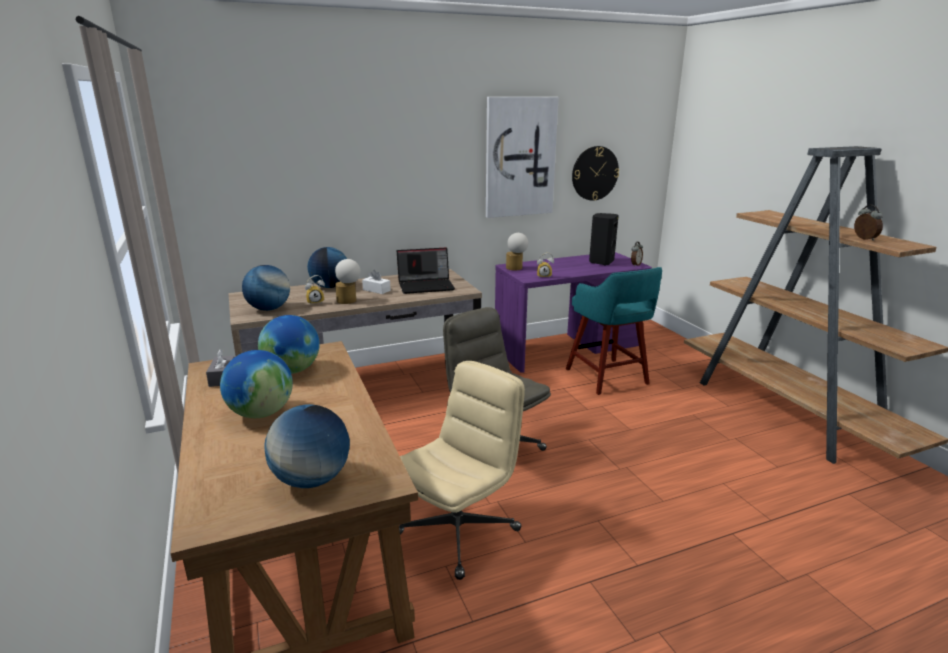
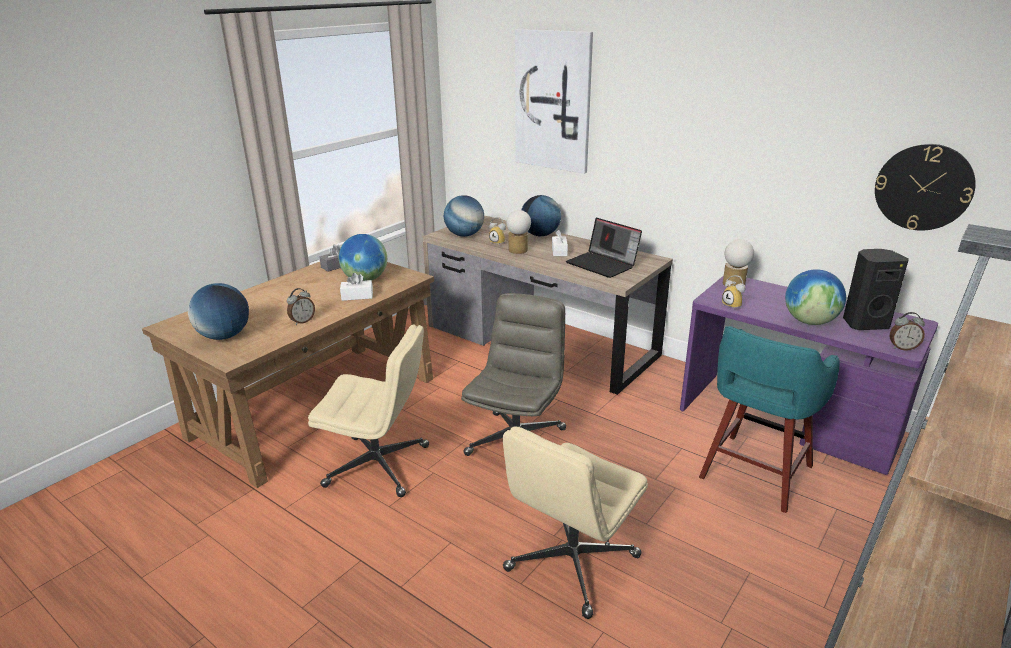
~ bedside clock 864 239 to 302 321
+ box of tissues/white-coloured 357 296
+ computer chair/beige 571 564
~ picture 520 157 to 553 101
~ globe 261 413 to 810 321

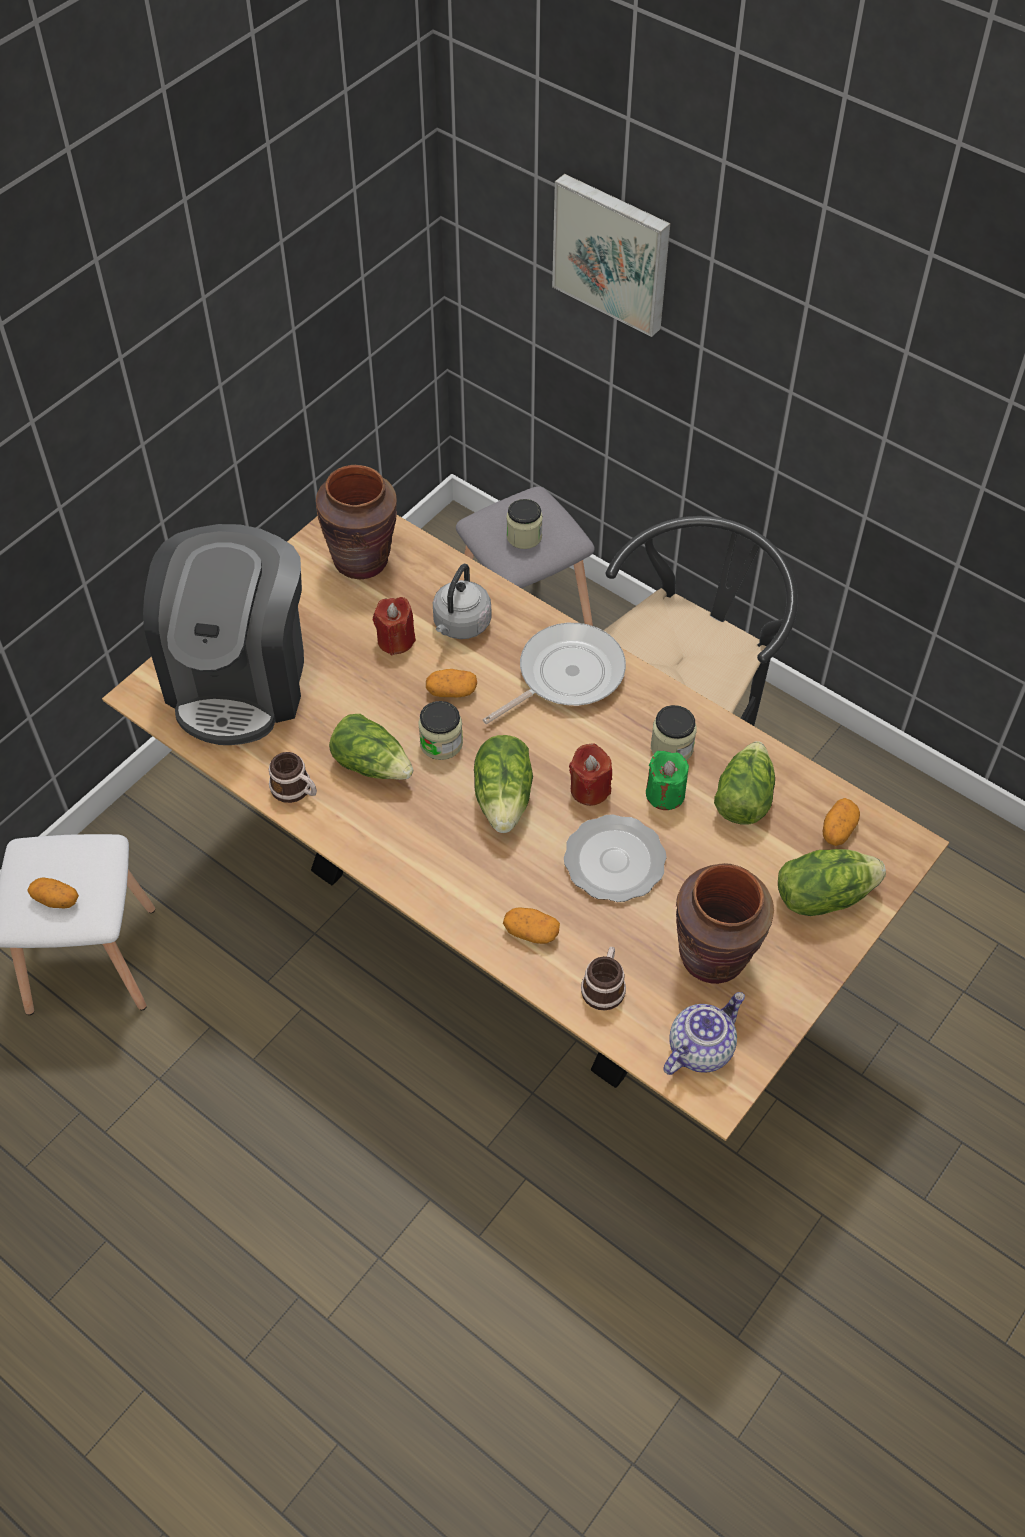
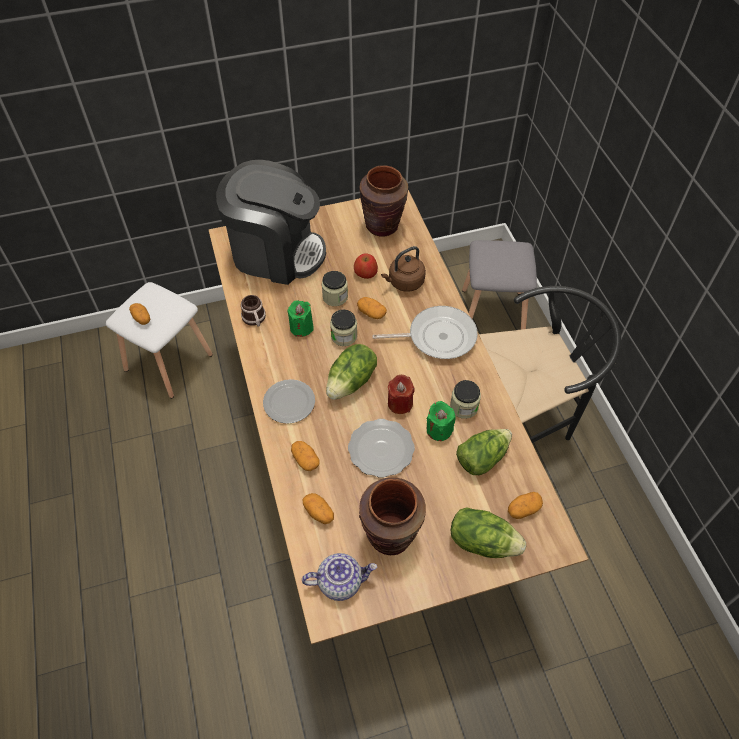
~ coffee brewer 240 678 = 276 252 120 degrees counterclockwise
+ flat dish 289 402
~ lettuce 372 764 to wax candle/green 301 327
~ tea mug 604 985 to potato 319 513
~ storage jar 524 536 to 335 297
~ wax candle/reddish 396 640 to apple fruit 365 273
~ kettle/greyish 460 625 to kettle/brownish 404 282
- picture 613 252

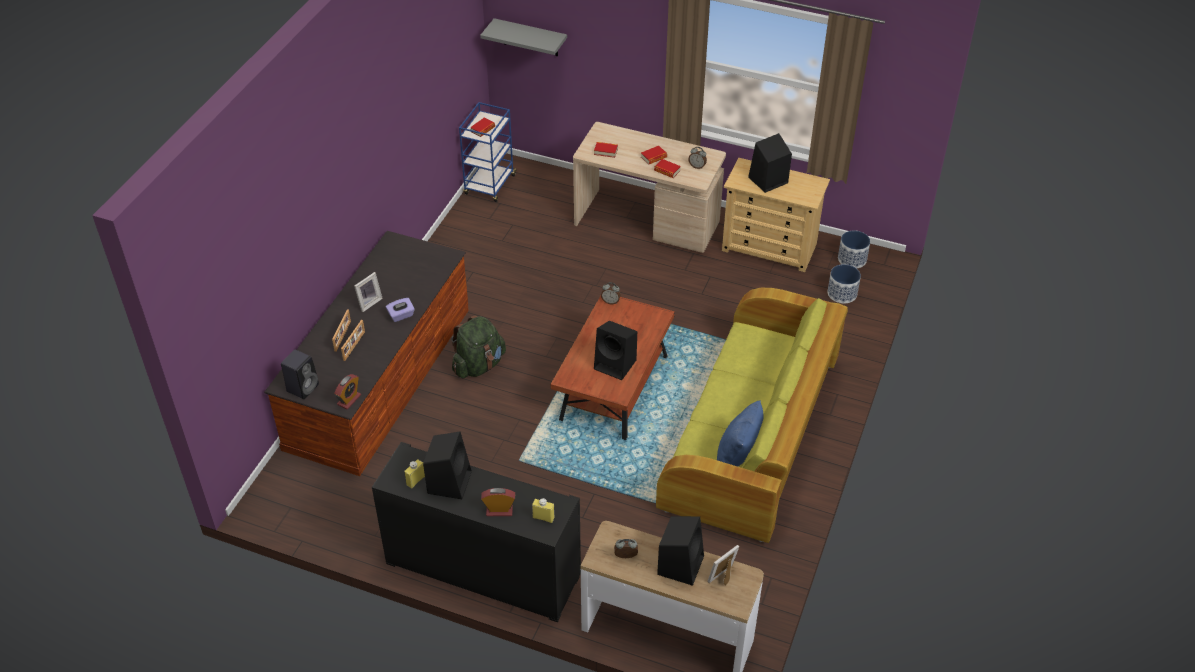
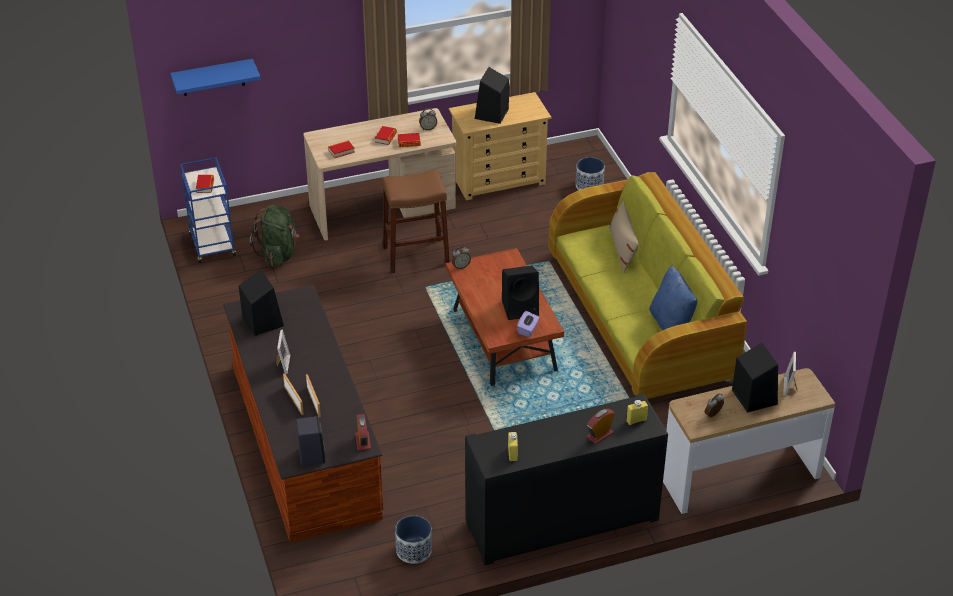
~ bracket shelf/greyish 530 38 to bracket shelf/blue 213 78
~ speaker/black-coloured 449 481 to 262 321
~ backpack/green 479 365 to 278 254
+ stool/brownish 415 255
~ planter 851 259 to 413 550
~ box of tissues/purple-coloured 401 315 to 528 330
+ throw pillow/beige 622 249

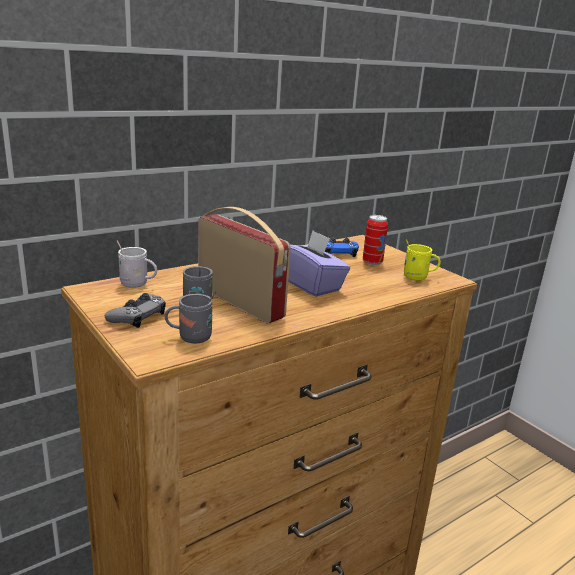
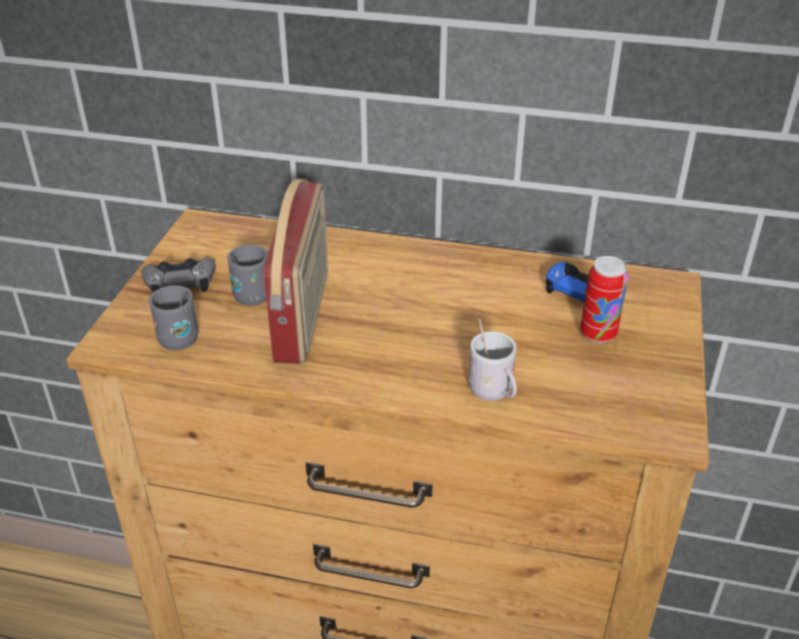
~ tea mug/white-coloured 138 285 to 493 394
- box of tissues/purple-coloured 311 285
- tea mug/yellow 418 278

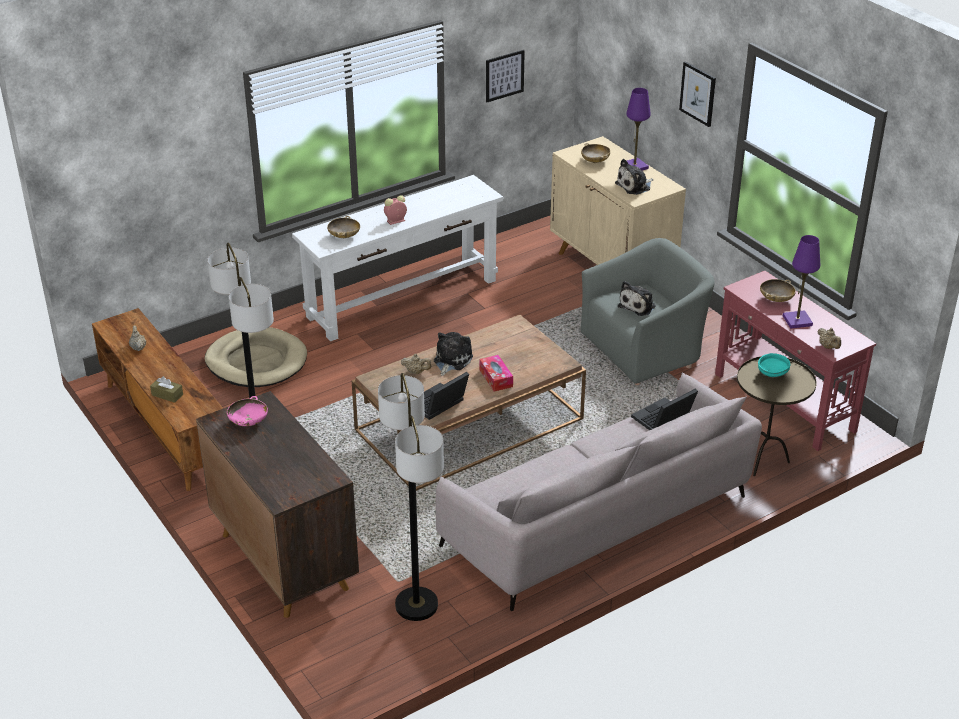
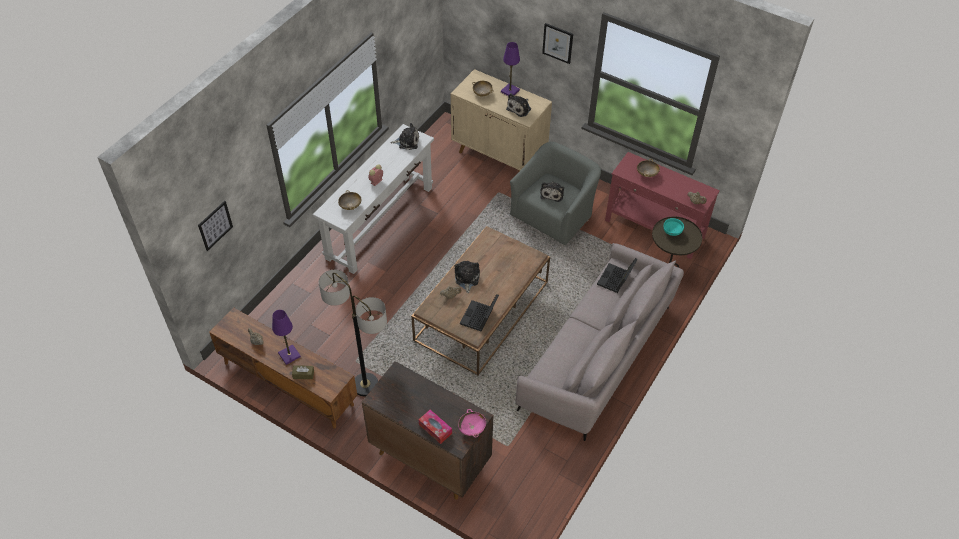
~ picture 504 75 to 215 225
~ lamp for a table/purple-coloured 797 321 to 289 355
+ soft toy 407 141
~ box of tissues 496 378 to 435 429
~ serving bowl/pinkish 248 422 to 472 428
- dog cushion/beige 256 362
- floor lamp 416 605

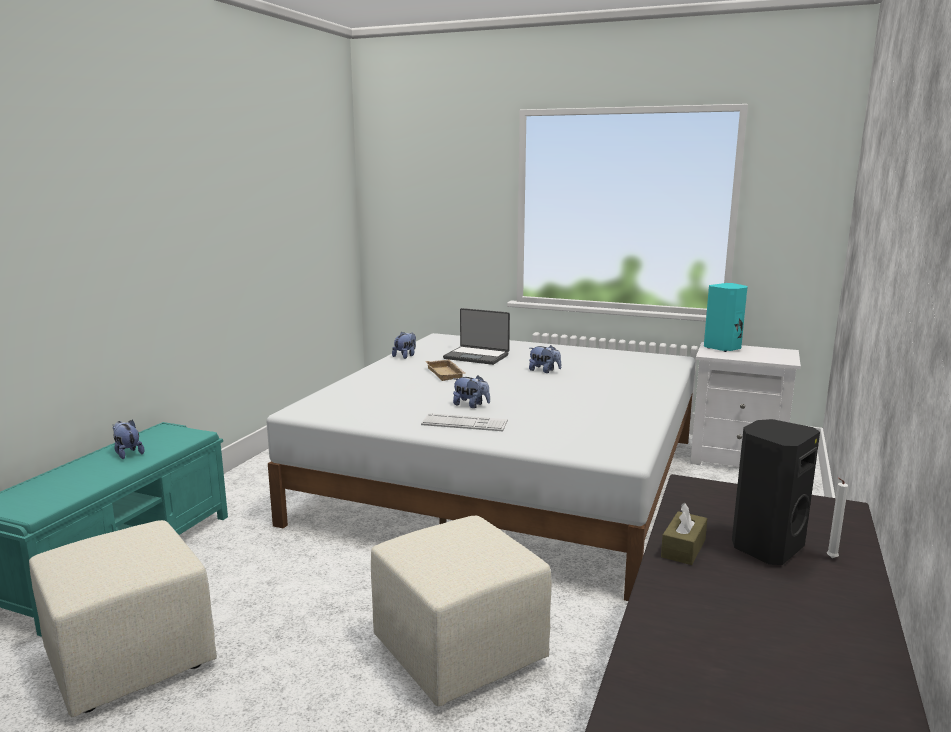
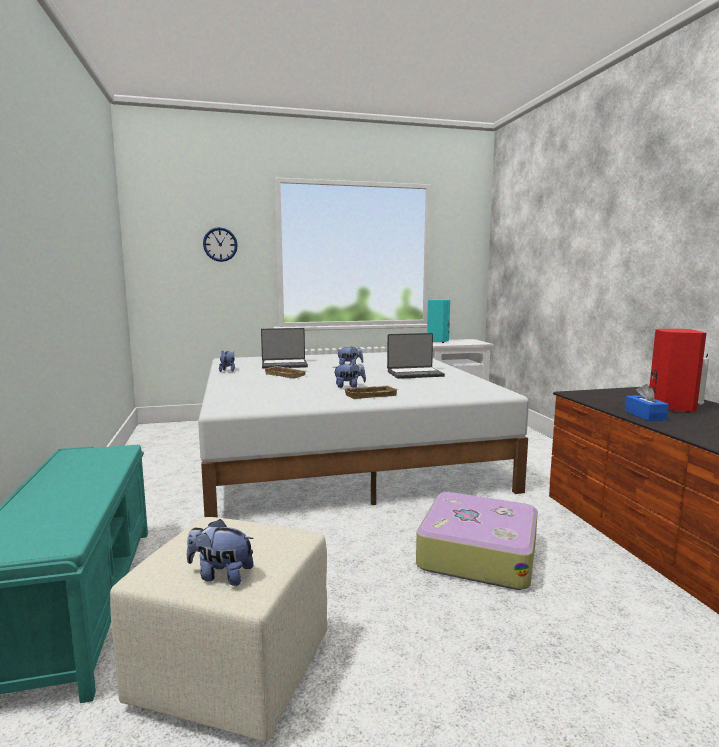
~ soft toy 127 453 to 221 575
+ clock on the wall 220 244
~ computer keyboard 464 423 to serving tray/beige 370 395
+ portable computer 415 374
~ pouffe/beige 457 651 to suitcase 477 553
~ box of tissues/brownish 683 548 to box of tissues/blue 645 415
~ speaker/black-coloured 765 547 to speaker/reddish 669 407

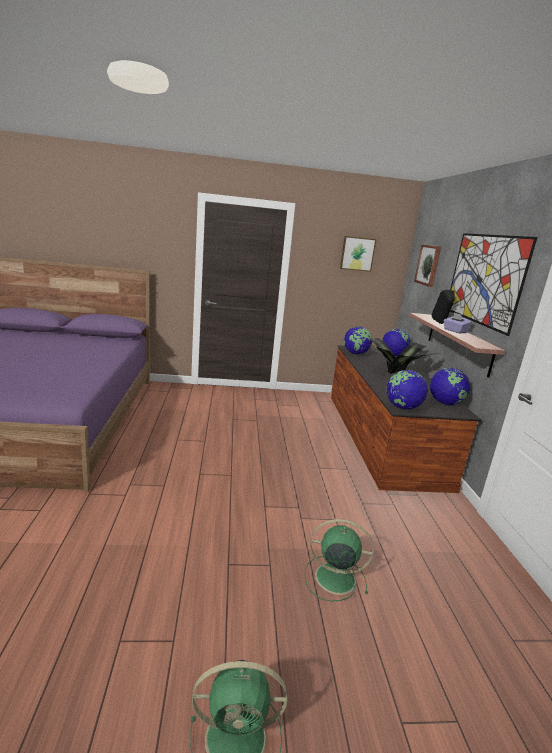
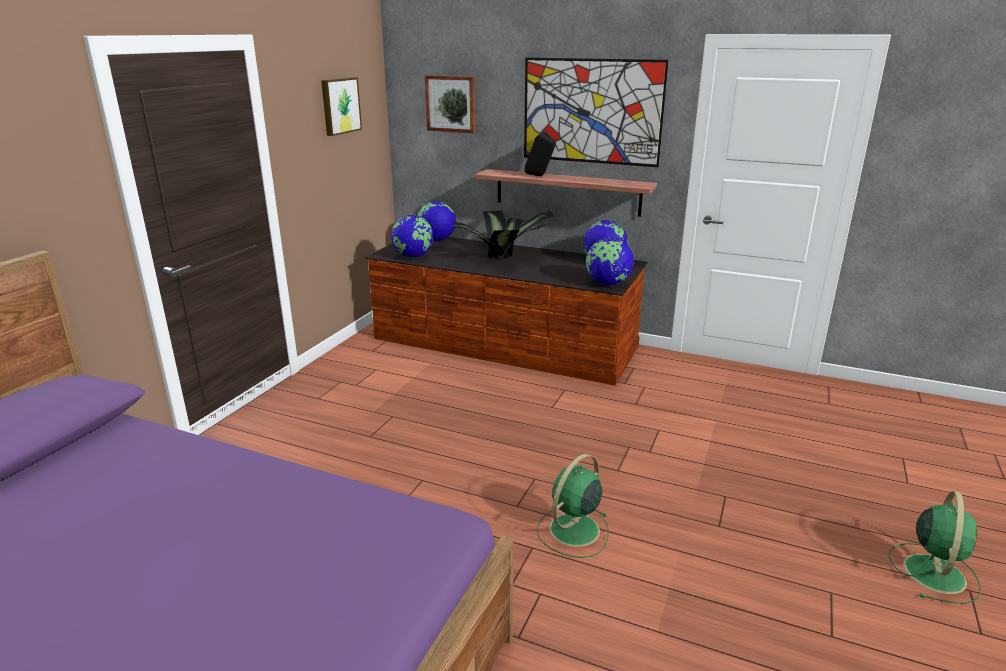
~ electric fan/green 333 578 to 573 531
- box of tissues/purple-coloured 455 331

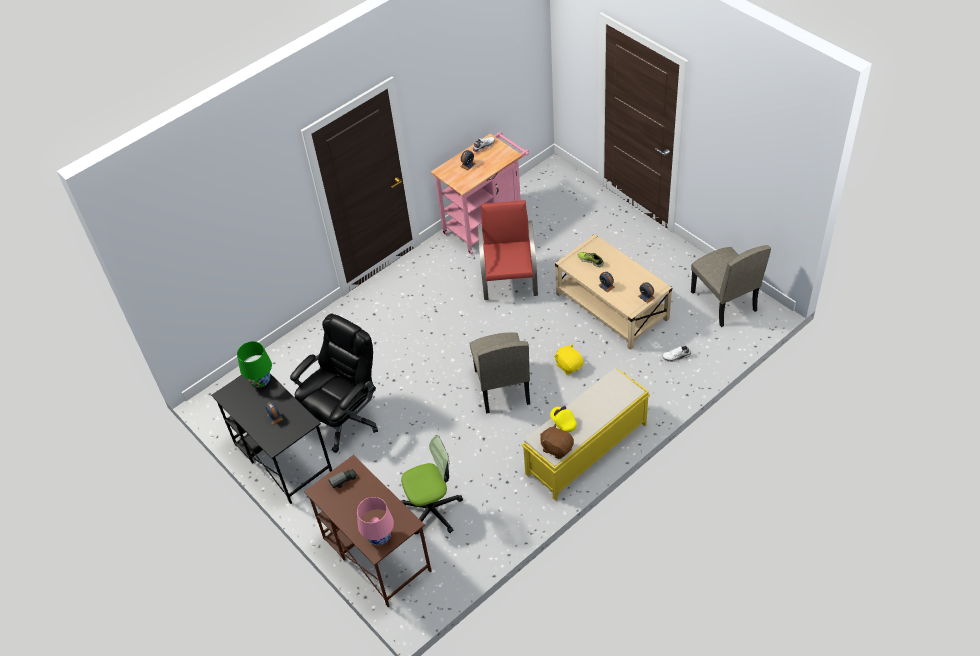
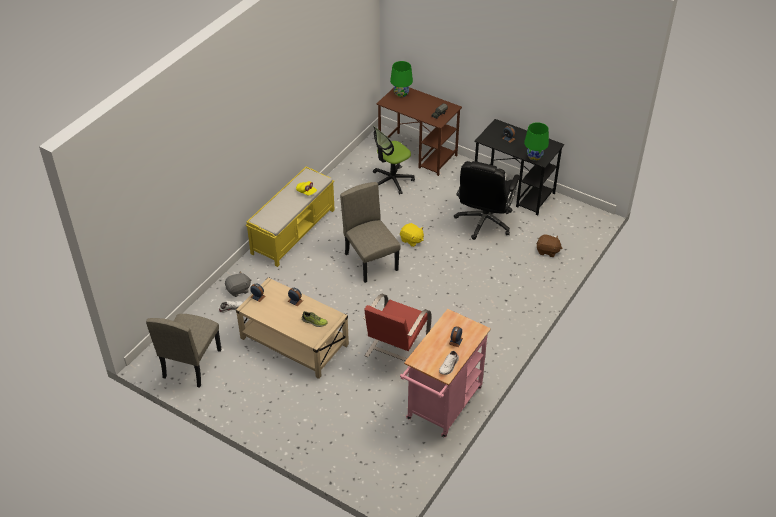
~ upright chair/beige 723 301 = 191 363 120 degrees counterclockwise
+ soft toy/greyish 238 290
~ upright chair/reddish 510 281 = 396 350 45 degrees clockwise
~ lamp for a table/pinkish 379 537 to lamp for a table/green 401 94
~ soft toy/yellow 569 365 to 411 240
~ soft toy/brownish 557 448 to 547 251

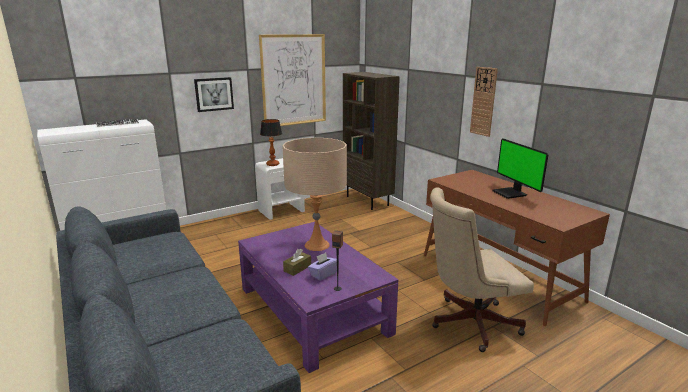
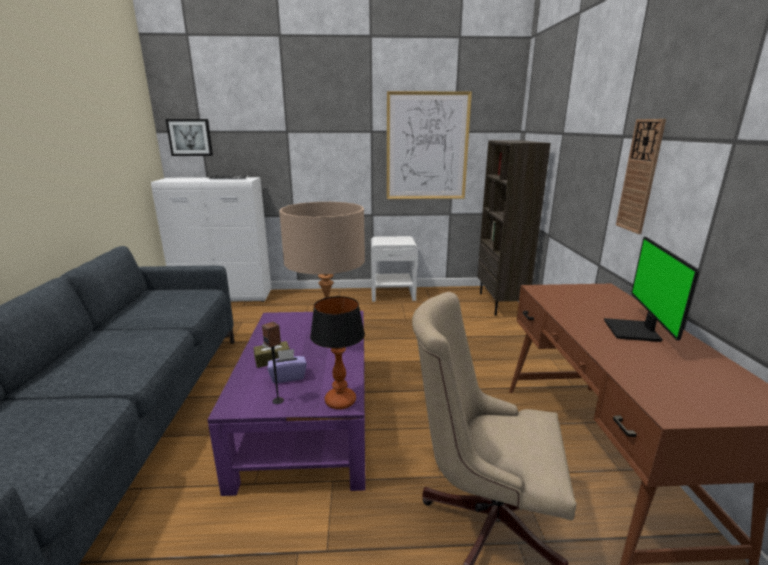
~ picture 214 94 to 190 137
~ lamp for a table 273 164 to 341 401

